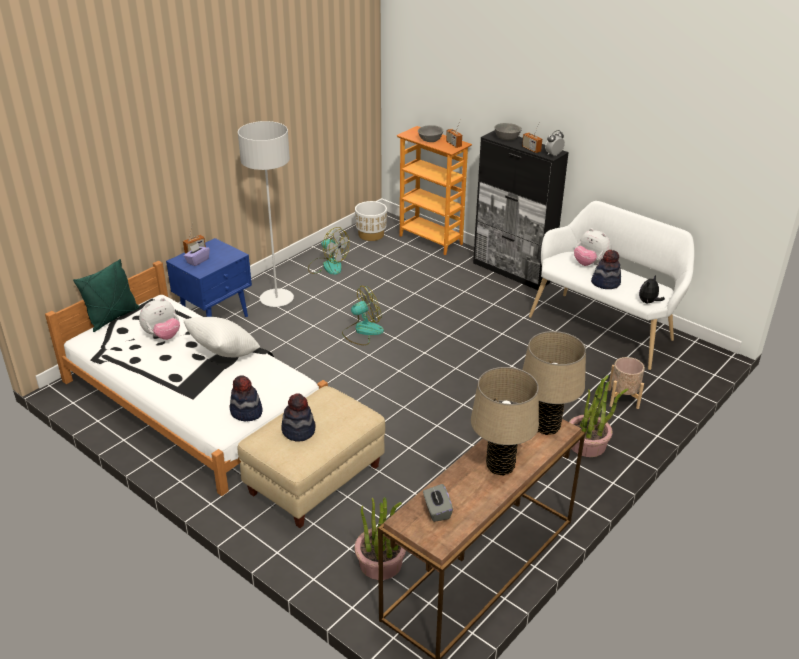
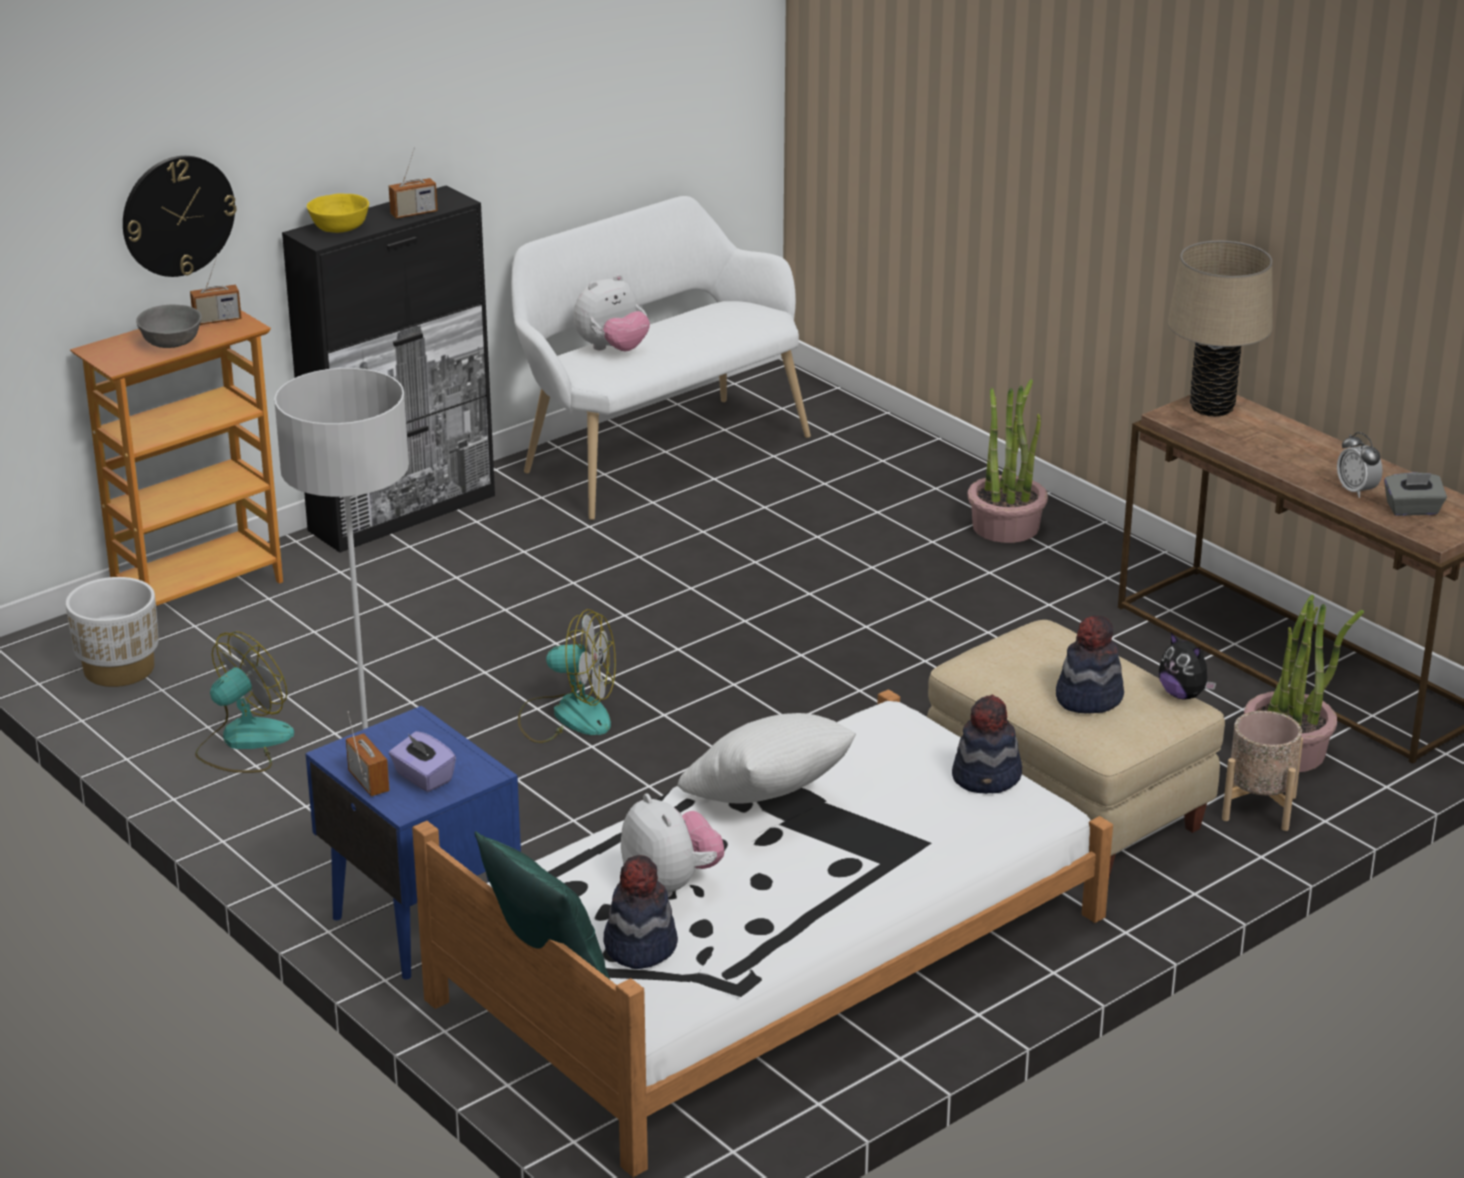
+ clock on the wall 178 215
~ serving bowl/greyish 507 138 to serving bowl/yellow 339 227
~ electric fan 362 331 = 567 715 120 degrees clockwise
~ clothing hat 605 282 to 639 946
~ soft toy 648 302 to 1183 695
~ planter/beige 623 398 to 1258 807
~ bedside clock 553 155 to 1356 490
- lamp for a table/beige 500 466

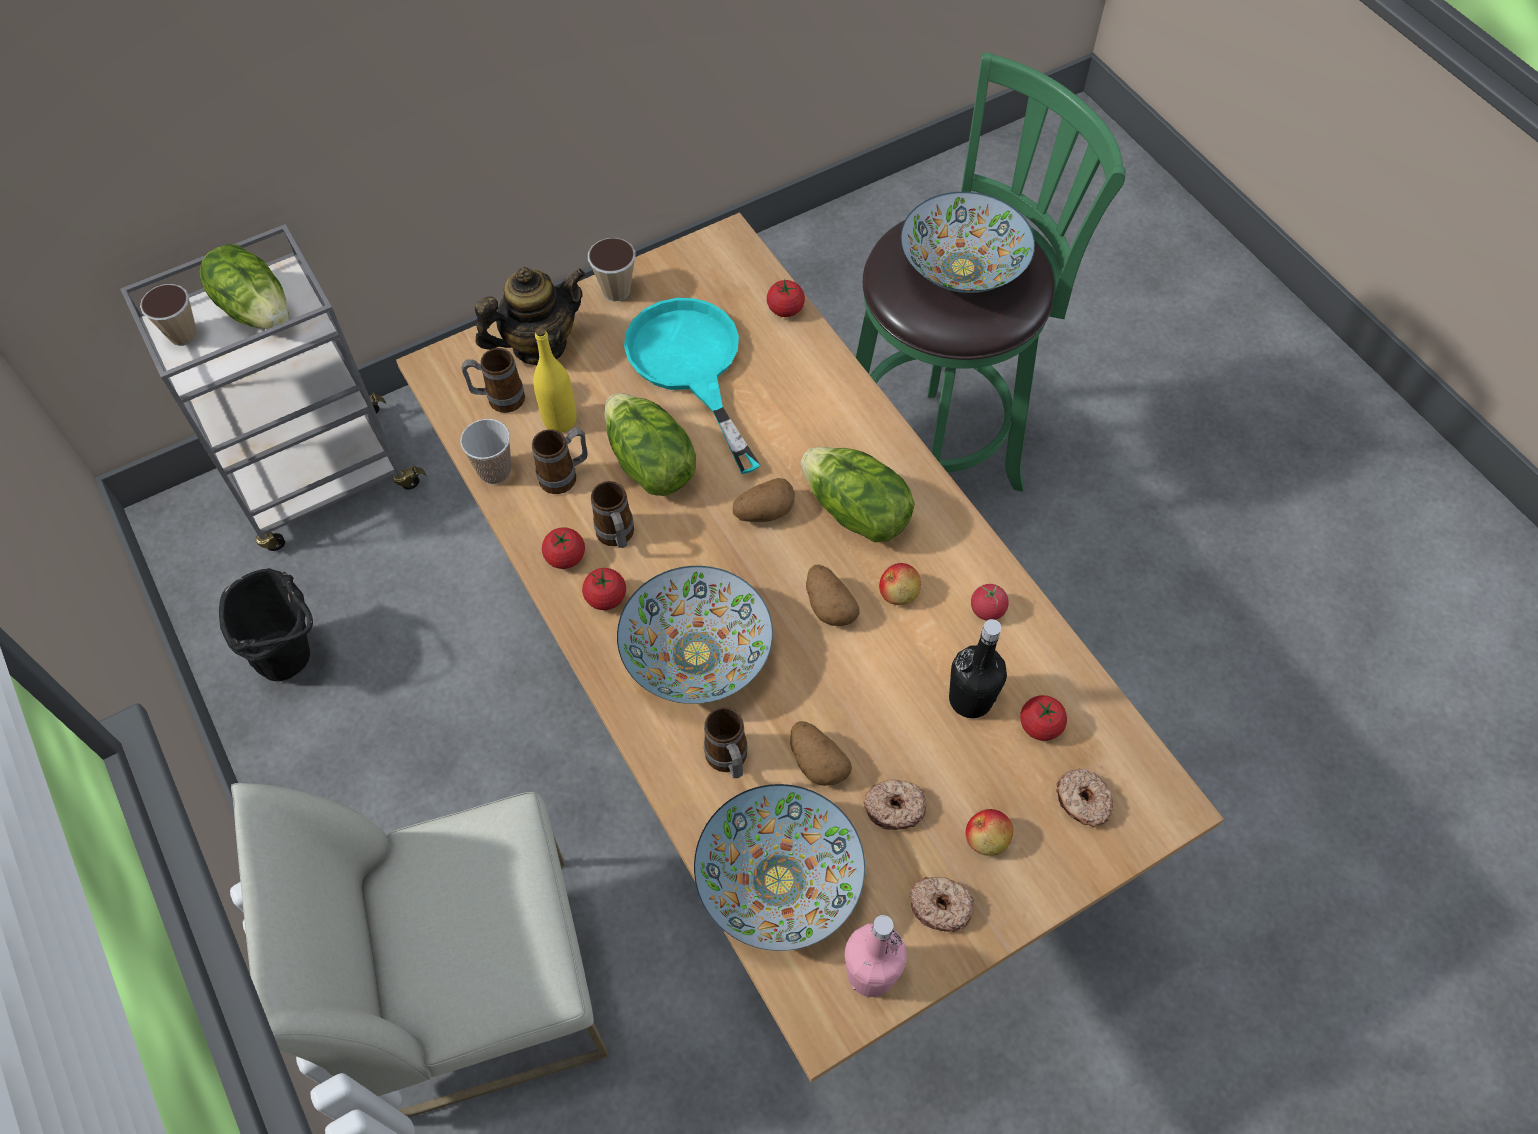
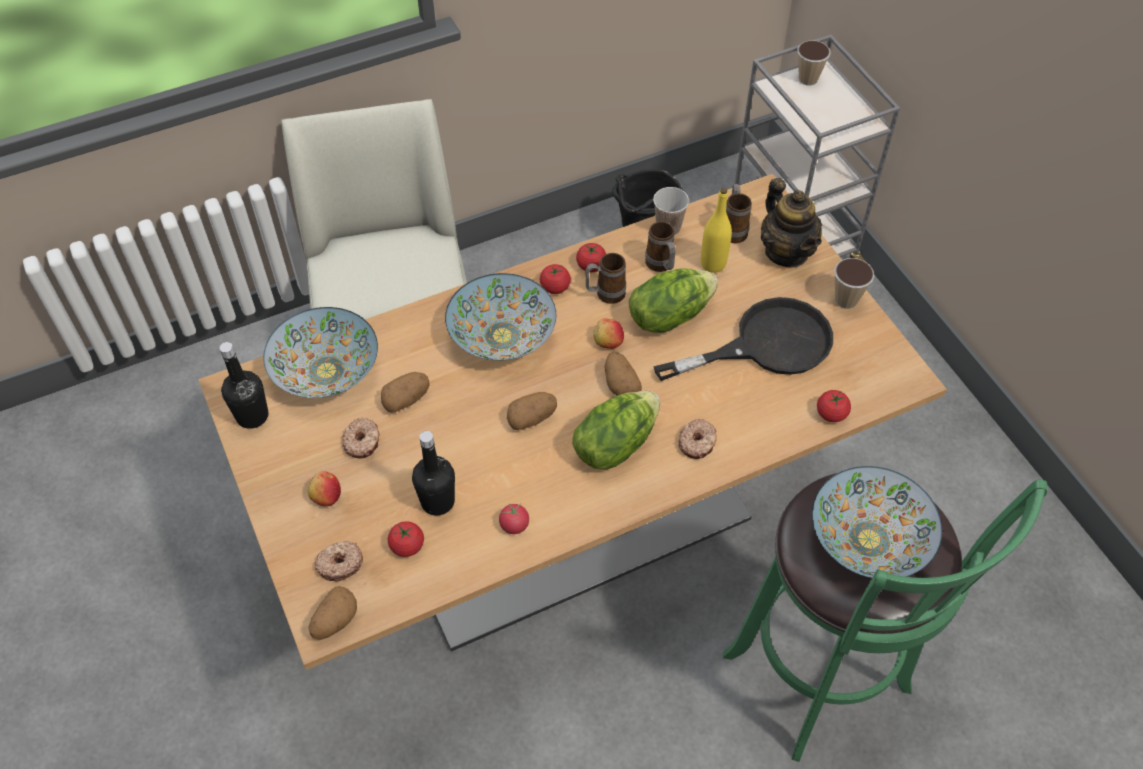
~ bottle/pinkish 871 973 to bottle/black-coloured 252 416
+ potato 334 621
~ apple fruit 899 592 to 608 341
~ pan/turquoise-coloured 691 366 to pan/black-coloured 766 345
~ doughnut 940 906 to 697 443
- lettuce 257 309
- tea mug 728 761

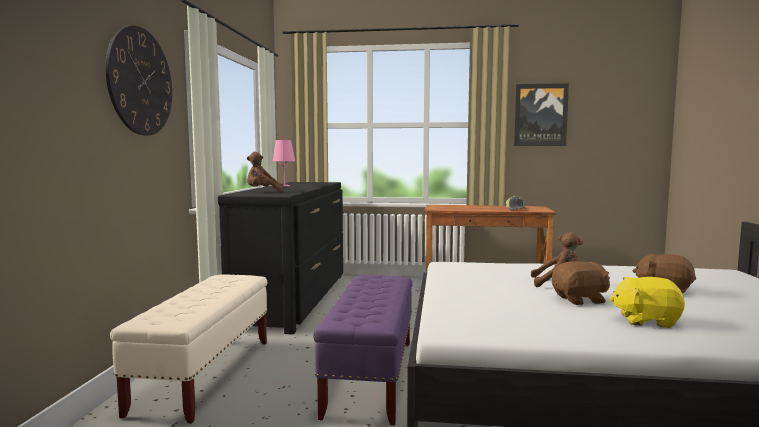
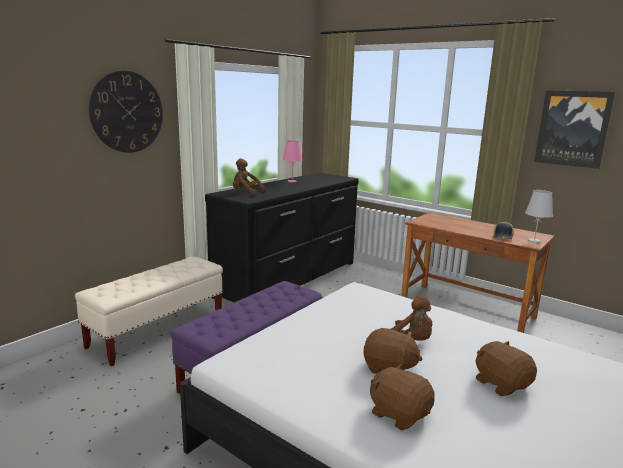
~ soft toy/yellow 646 320 to soft toy/brownish 399 413
+ lamp for a table/white-coloured 534 240

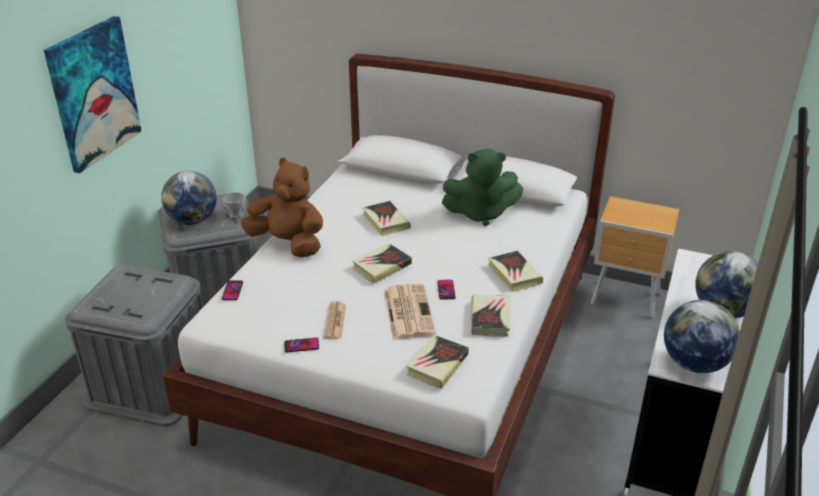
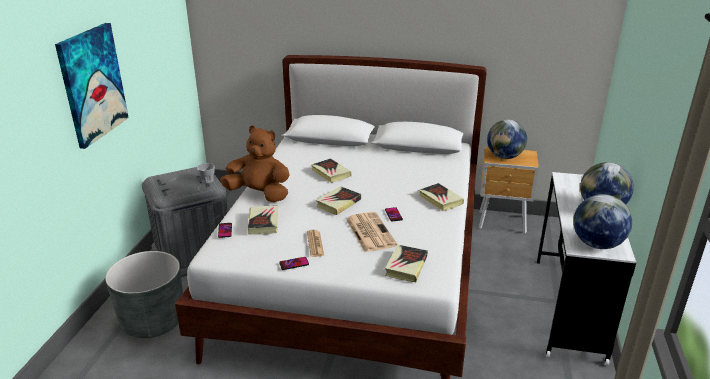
~ storage container/greyish 152 383 to planter/greyish 153 320
~ volume 490 319 to 263 223
~ globe 193 221 to 504 157
- soft toy/green 481 213

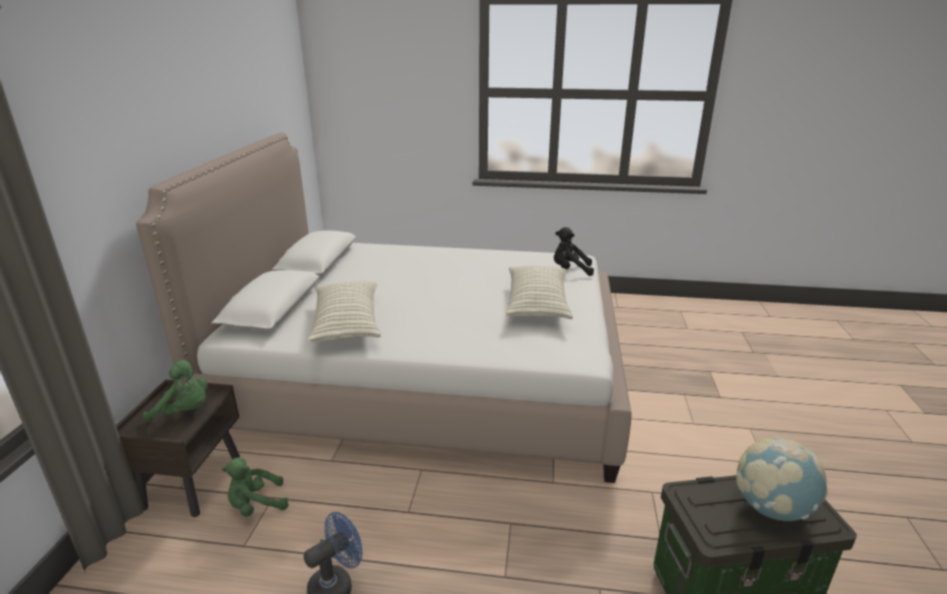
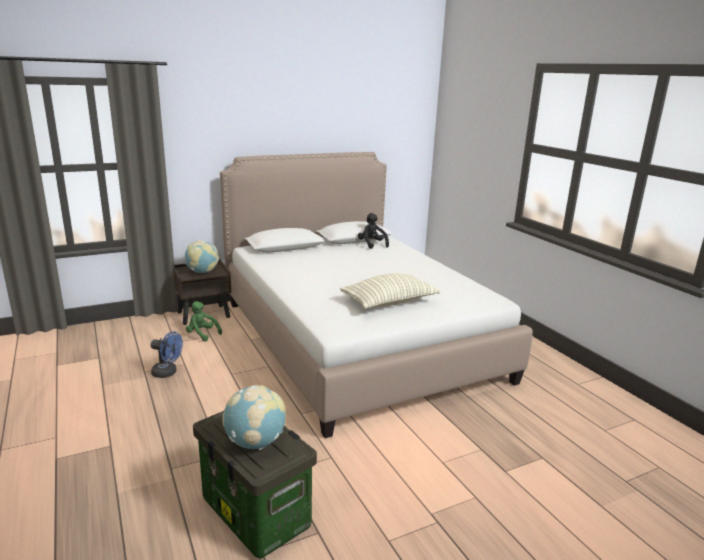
~ soft toy/green 184 412 to globe 202 272
~ soft toy/black-coloured 570 270 to 372 244
- throw pillow 347 325

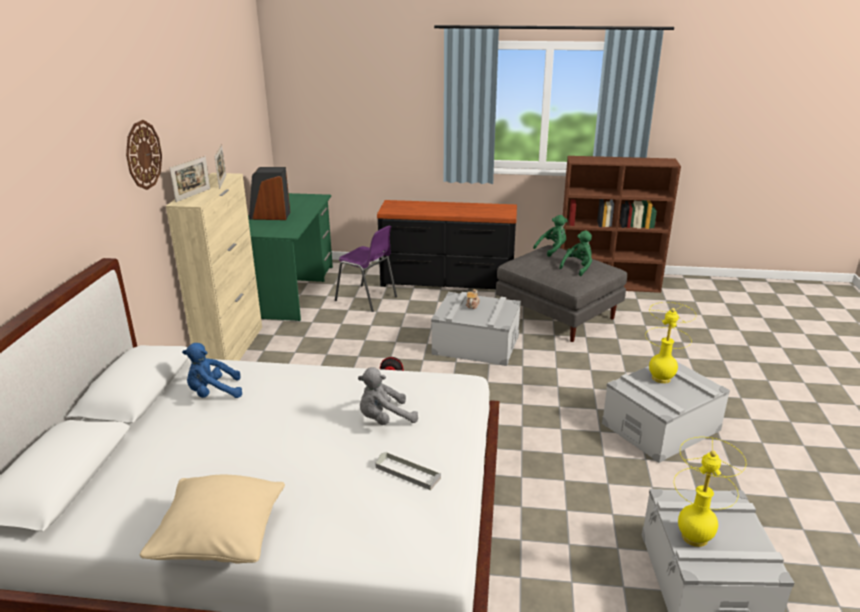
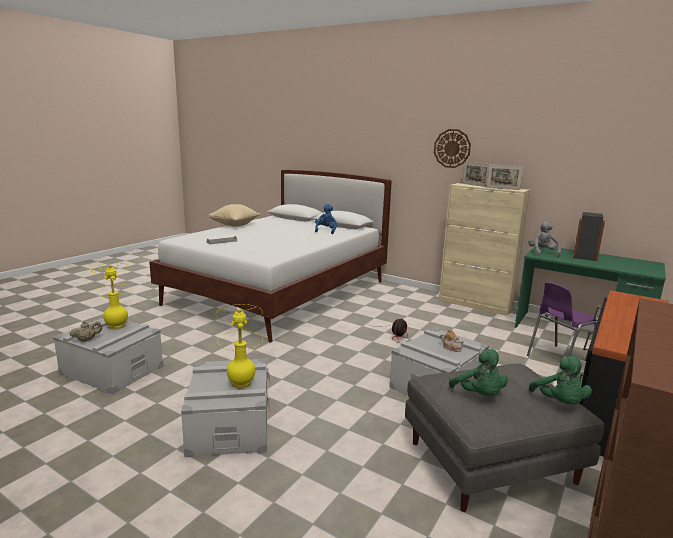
+ pot for tea/beige 87 340
~ soft toy/greyish 384 419 to 542 253

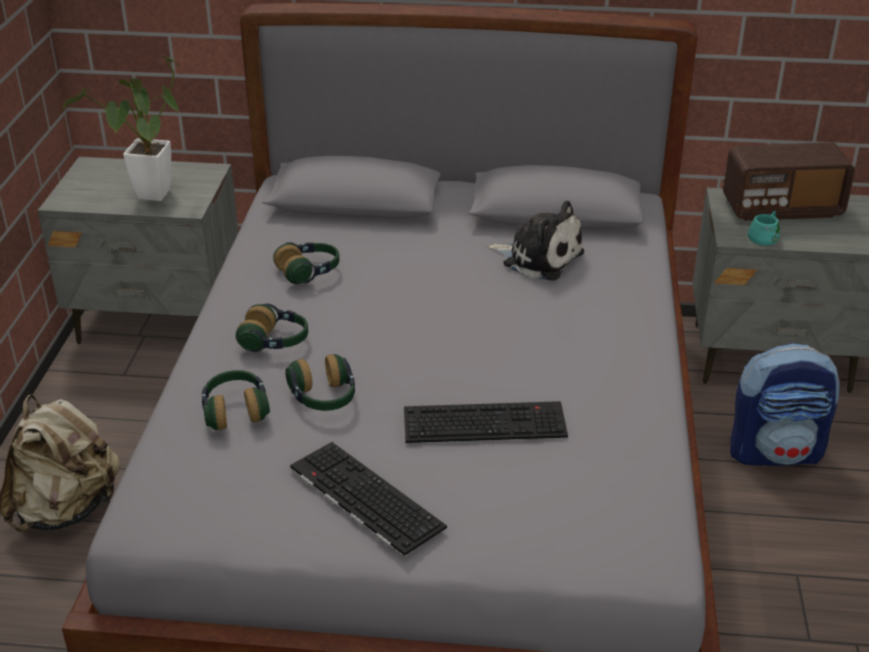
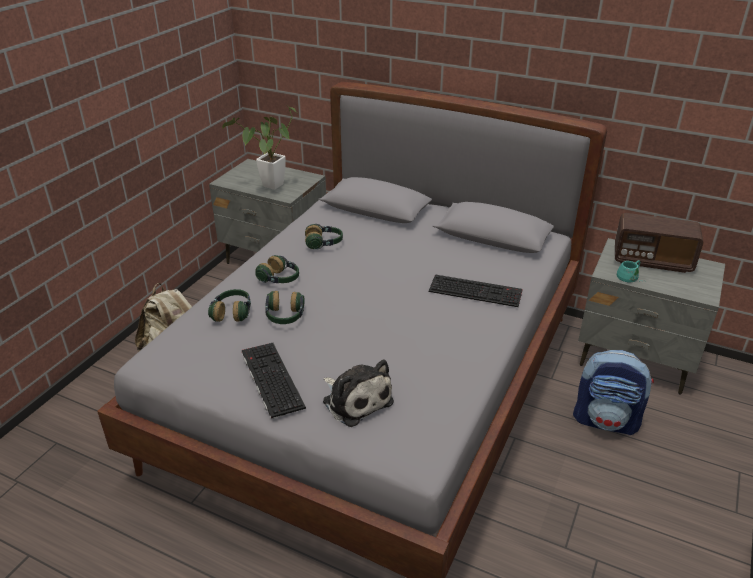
~ soft toy 539 258 to 355 400
~ computer keyboard 486 422 to 476 291

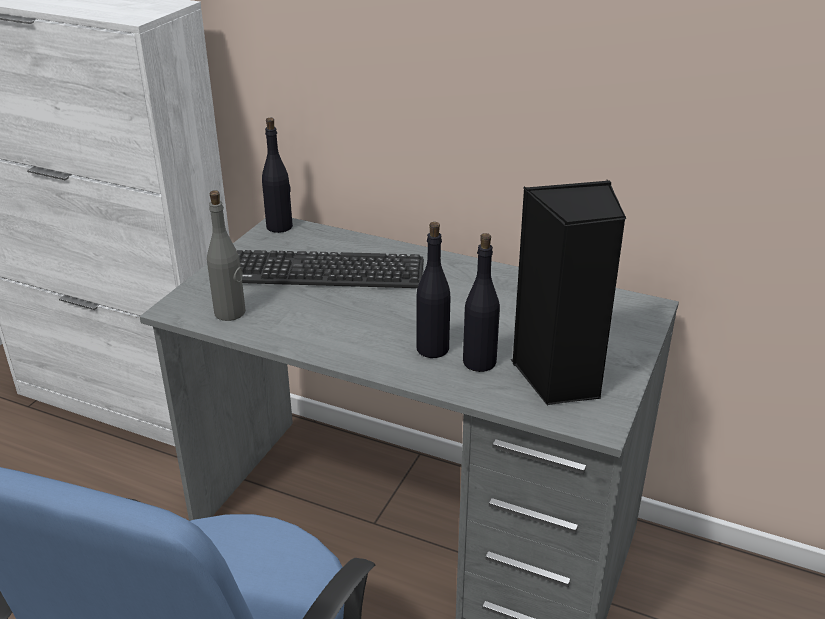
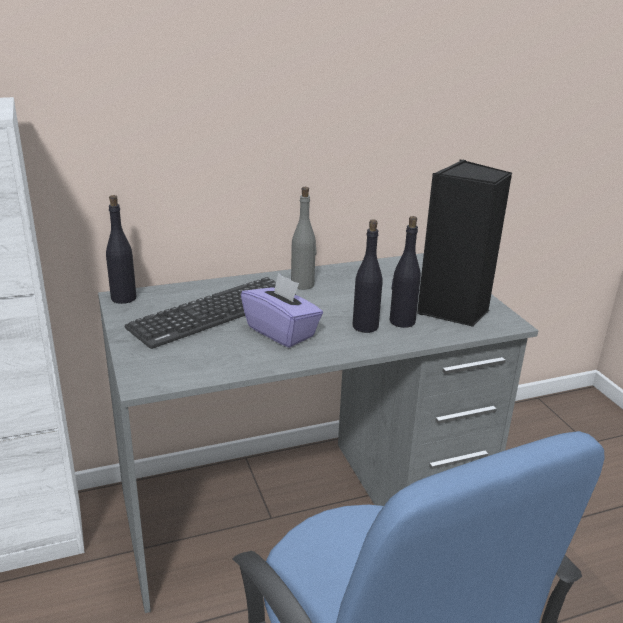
+ box of tissues/purple-coloured 281 331
~ bottle/greyish 230 313 to 303 284

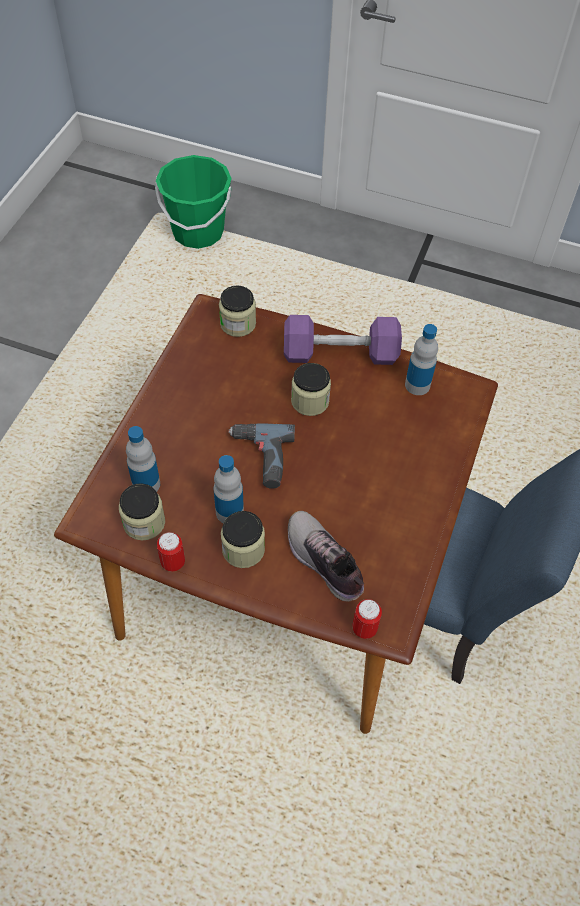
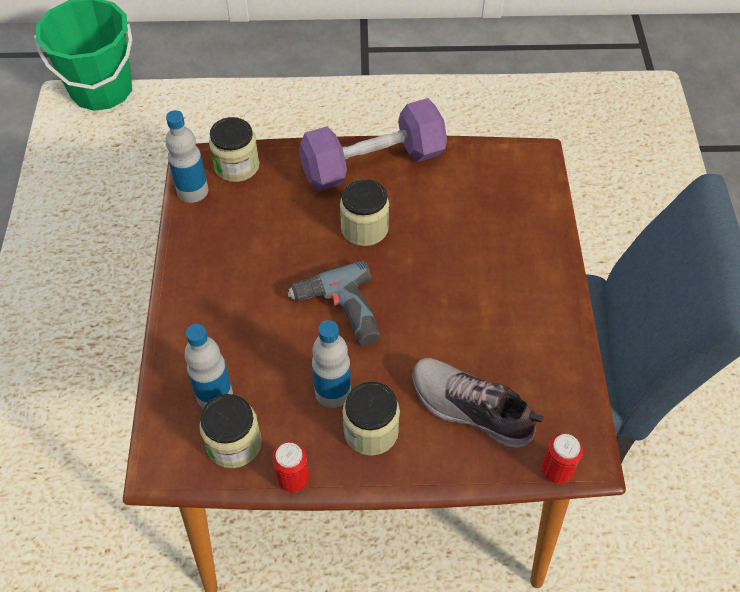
~ bottle 417 385 to 192 190

